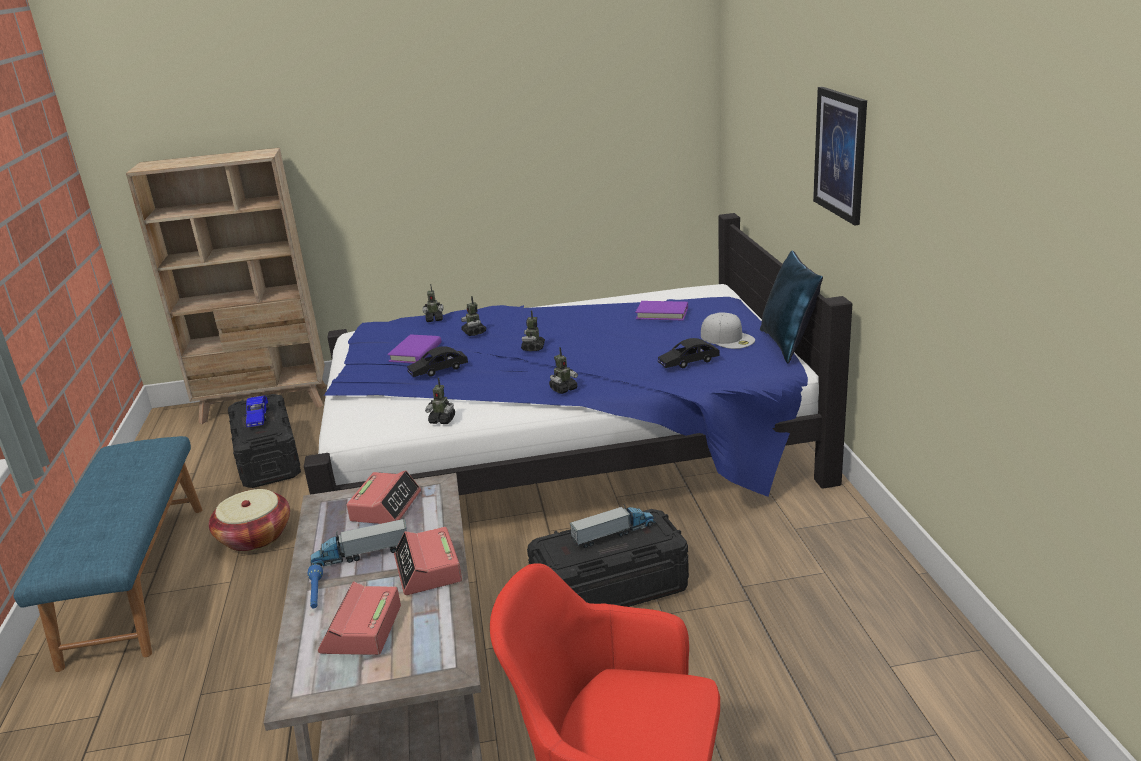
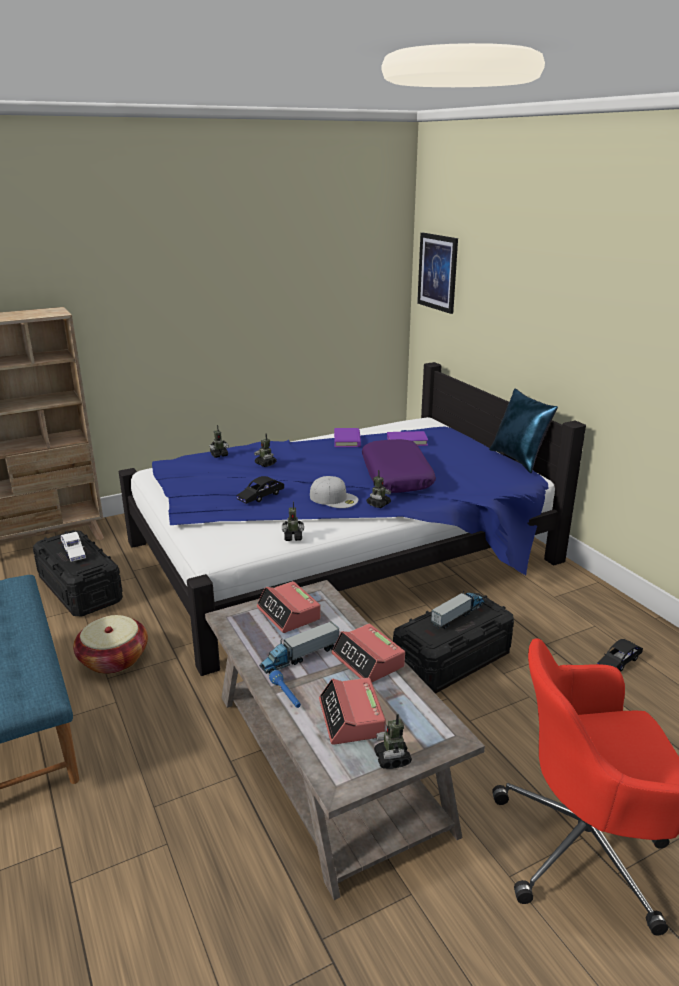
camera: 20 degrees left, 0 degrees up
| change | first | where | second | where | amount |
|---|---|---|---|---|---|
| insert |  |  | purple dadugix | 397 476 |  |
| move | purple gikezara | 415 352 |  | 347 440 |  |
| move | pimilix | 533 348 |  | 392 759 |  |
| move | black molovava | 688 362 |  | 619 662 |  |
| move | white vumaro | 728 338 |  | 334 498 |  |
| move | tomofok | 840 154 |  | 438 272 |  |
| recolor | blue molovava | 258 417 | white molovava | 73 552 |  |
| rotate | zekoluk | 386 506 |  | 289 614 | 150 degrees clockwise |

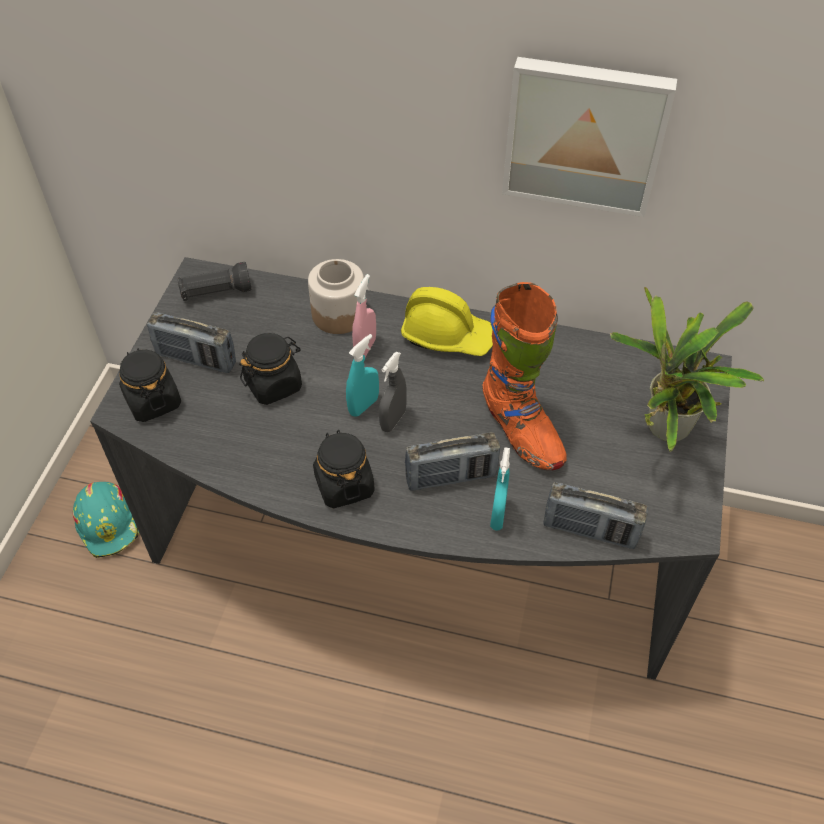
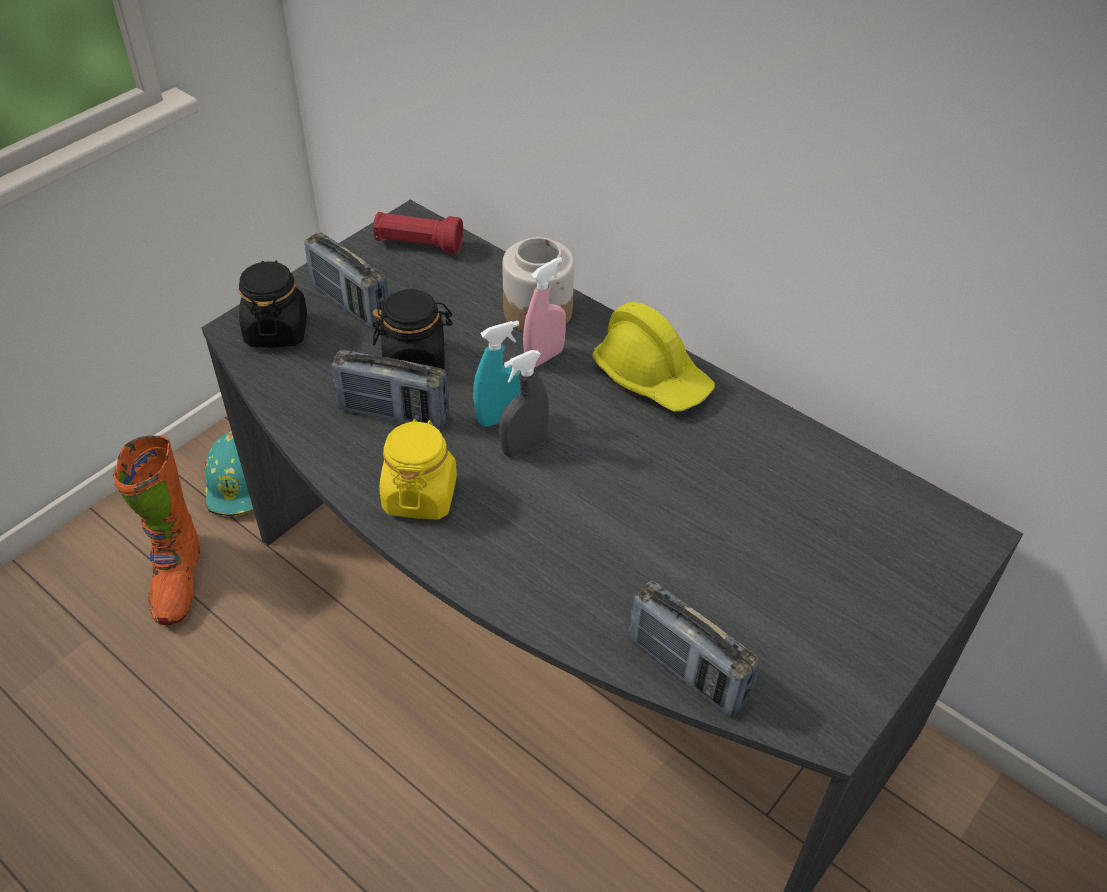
camera: 25 degrees right, 5 degrees down
| change | first | where | second | where | amount |
|---|---|---|---|---|---|
| delete | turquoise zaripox | 497 515 |  |  |  |
| delete | tomofok | 585 134 |  |  |  |
| delete | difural | 663 432 |  |  |  |
| move | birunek | 451 477 |  | 393 413 |  |
| move | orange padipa | 521 431 |  | 177 580 |  |
| recolor | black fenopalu | 216 292 | red fenopalu | 418 245 |  |
| recolor | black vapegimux | 344 485 | yellow vapegimux | 420 495 |  |

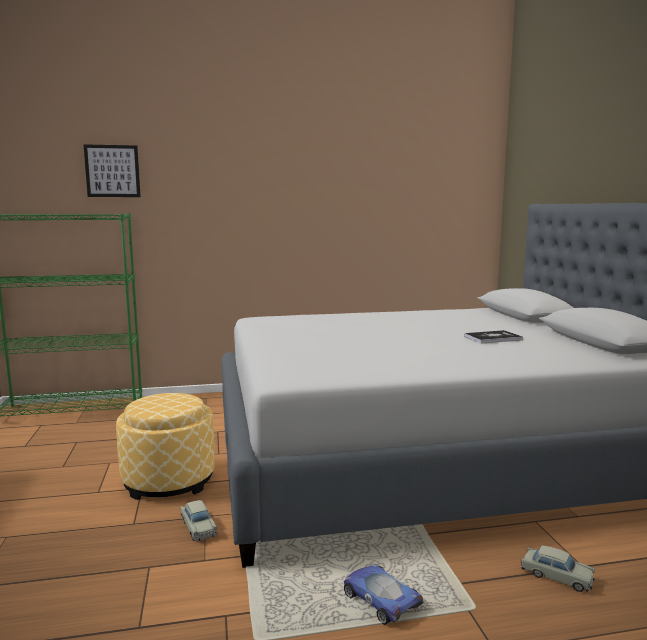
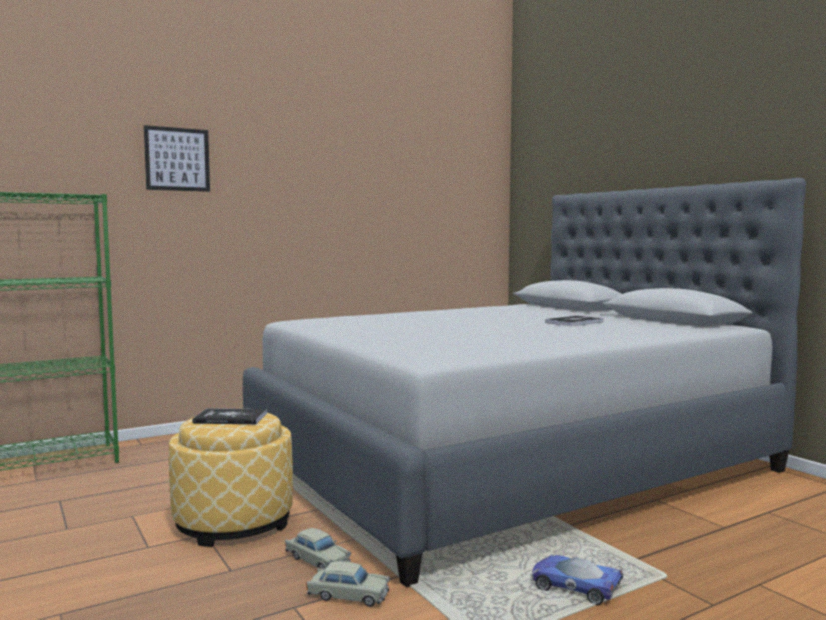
camera: 20 degrees left, 5 degrees down
| change | first | where | second | where | amount |
|---|---|---|---|---|---|
| insert |  |  | gikezara | 230 418 |  |
| move | tomofok | 112 171 |  | 177 159 |  |
| move | beige molovava | 556 576 |  | 348 595 |  |

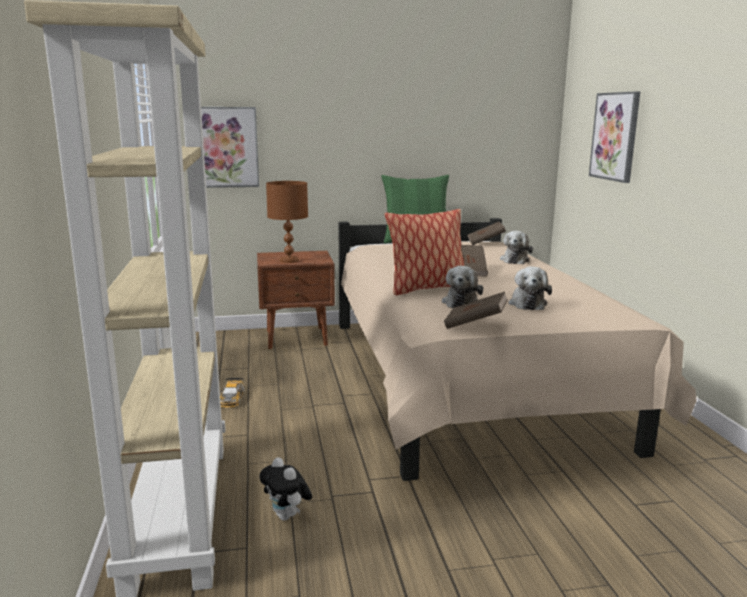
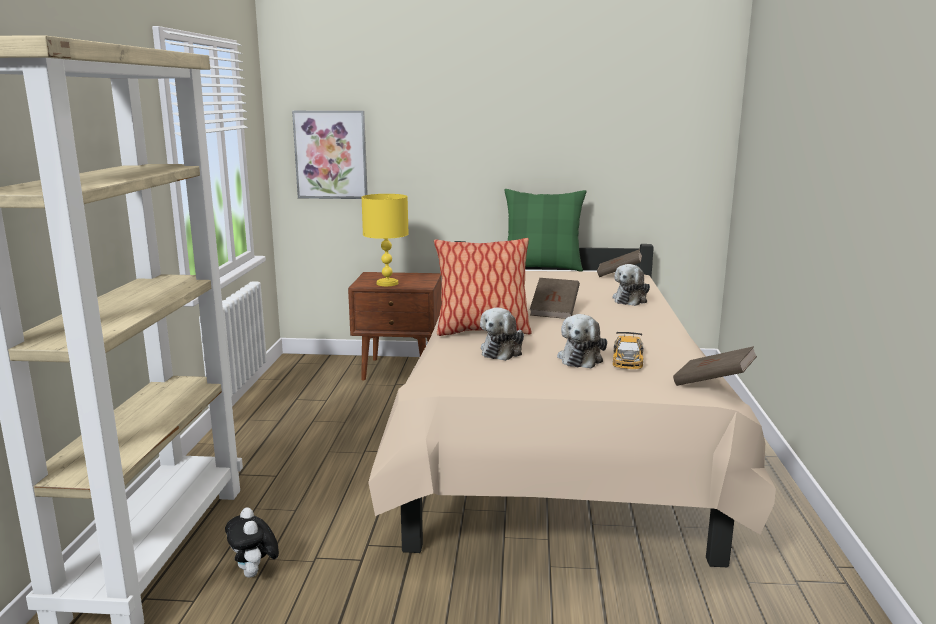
camera: 15 degrees right, 0 degrees up
| change | first | where | second | where | amount |
|---|---|---|---|---|---|
| delete | tomofok | 615 136 |  |  |  |
| move | molovava | 231 398 |  | 627 358 |  |
| move | brown gikezara | 475 325 |  | 713 384 |  |
| recolor | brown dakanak | 289 261 | yellow dakanak | 387 283 |  |

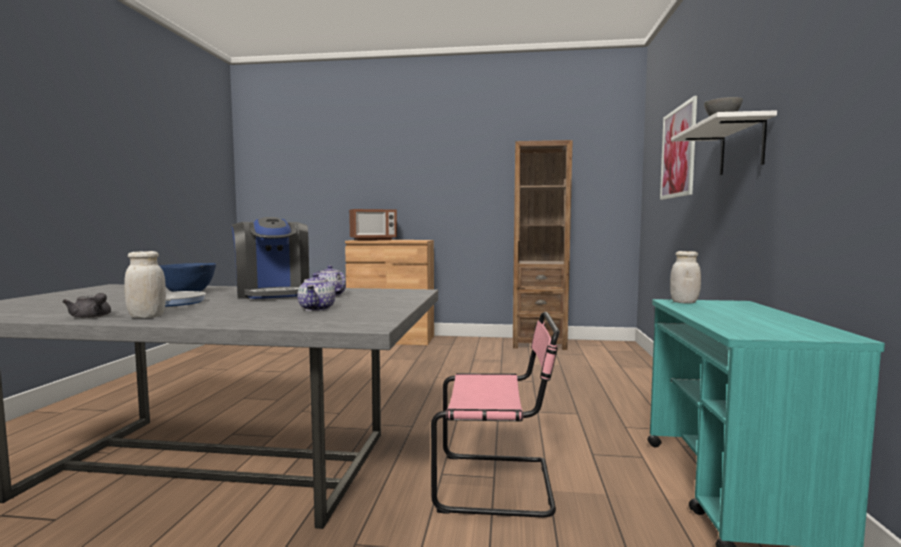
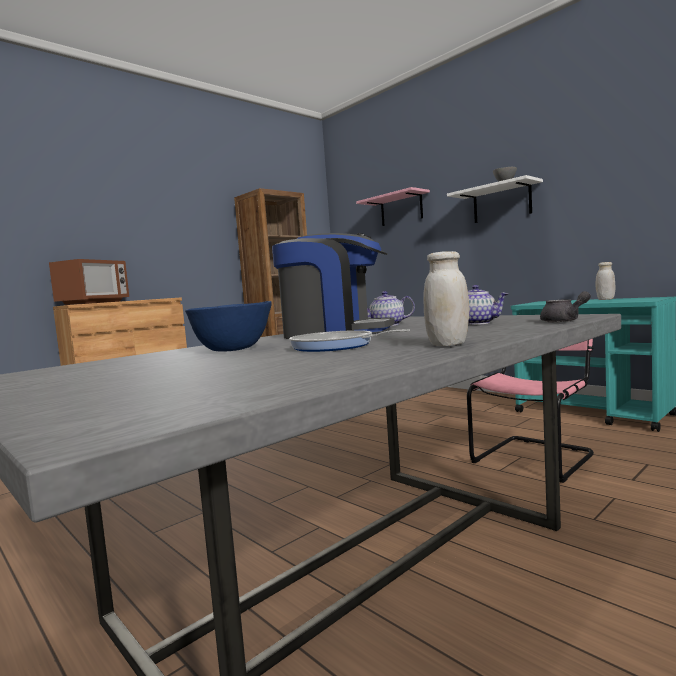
camera: 50 degrees left, 0 degrees up
| change | first | where | second | where | amount |
|---|---|---|---|---|---|
| move | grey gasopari | 92 317 |  | 565 321 |  |
| move | white vapegimux | 684 302 |  | 605 299 |  |
| replace | tomofok | 678 152 | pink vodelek | 401 209 |  |

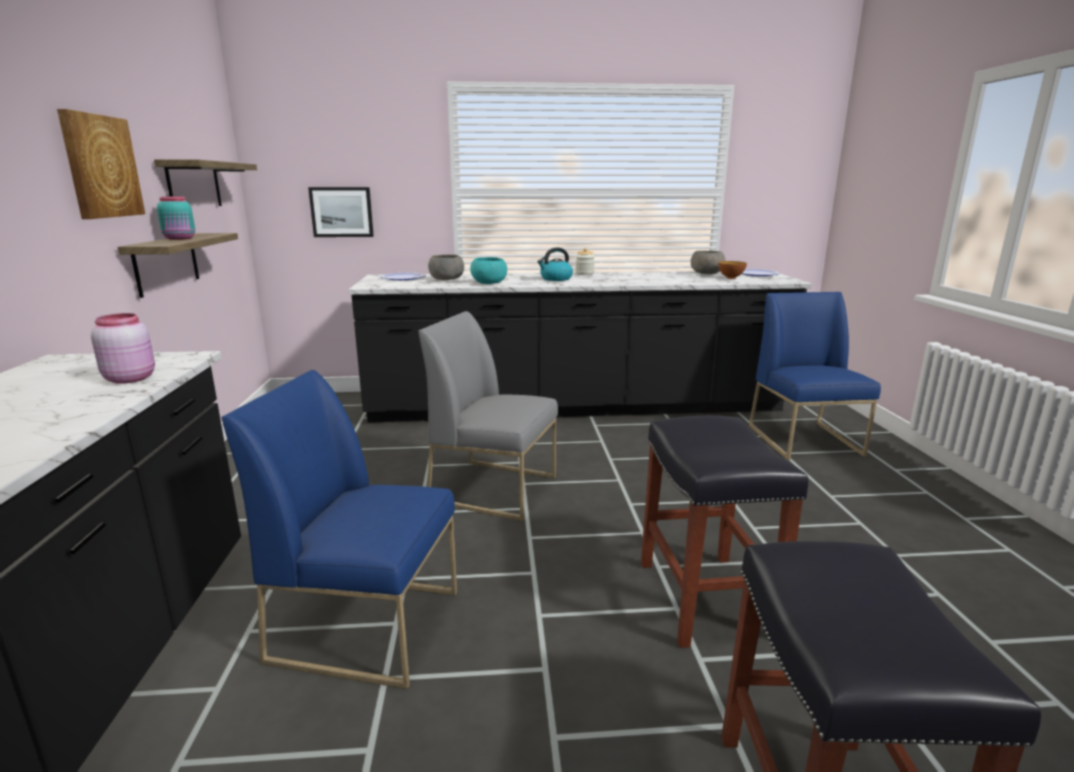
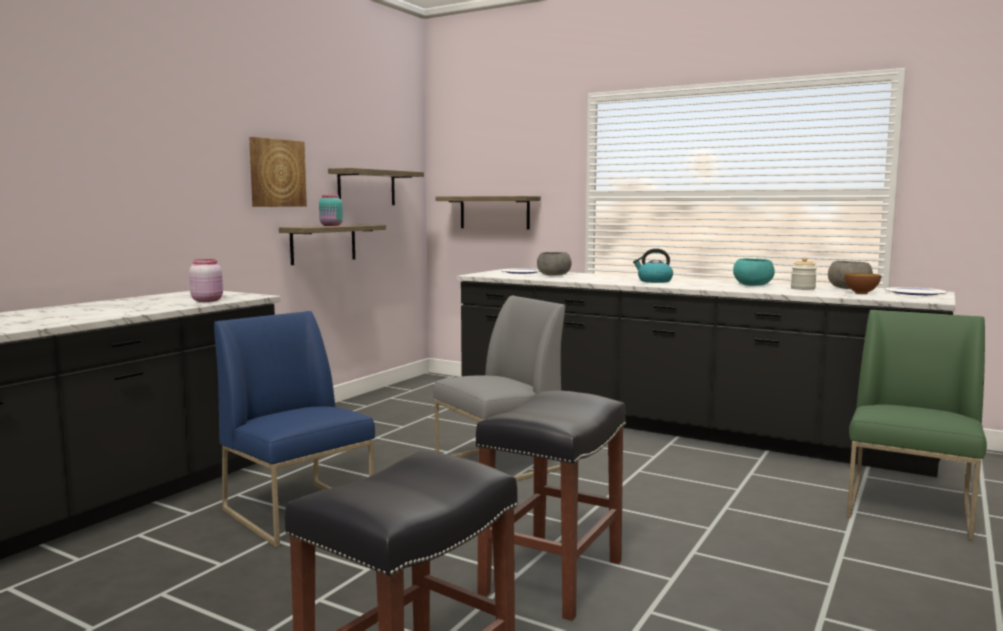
camera: 35 degrees right, 10 degrees down
| change | first | where | second | where | amount |
|---|---|---|---|---|---|
| move | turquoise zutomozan | 489 283 |  | 753 285 |  |
| move | vapegimux | 584 274 |  | 803 288 |  |
| replace | tomofok | 342 212 | vodelek | 494 212 |  |
| recolor | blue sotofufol | 805 440 | green sotofufol | 910 508 |  |
| rotate | grey sotofufol | 495 488 |  | 499 465 | 90 degrees clockwise |

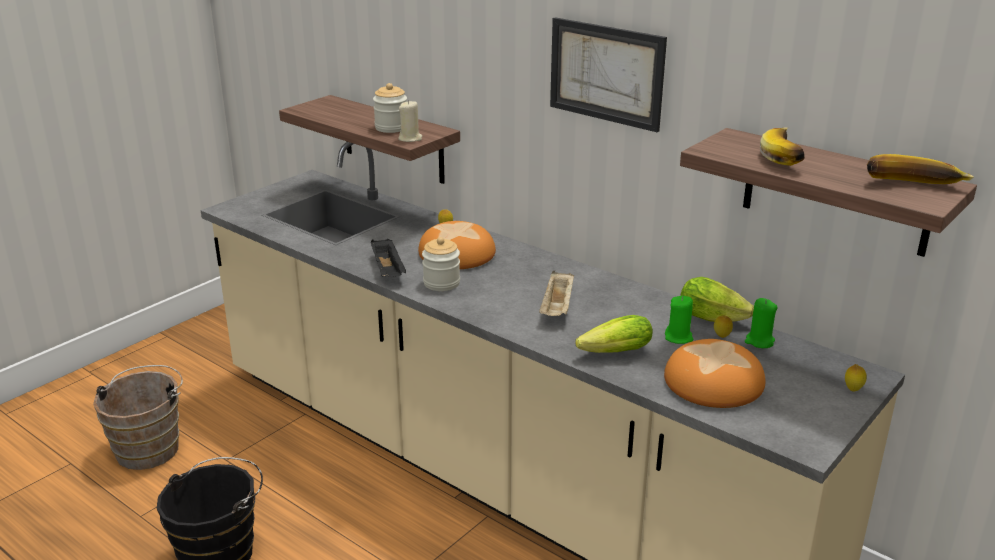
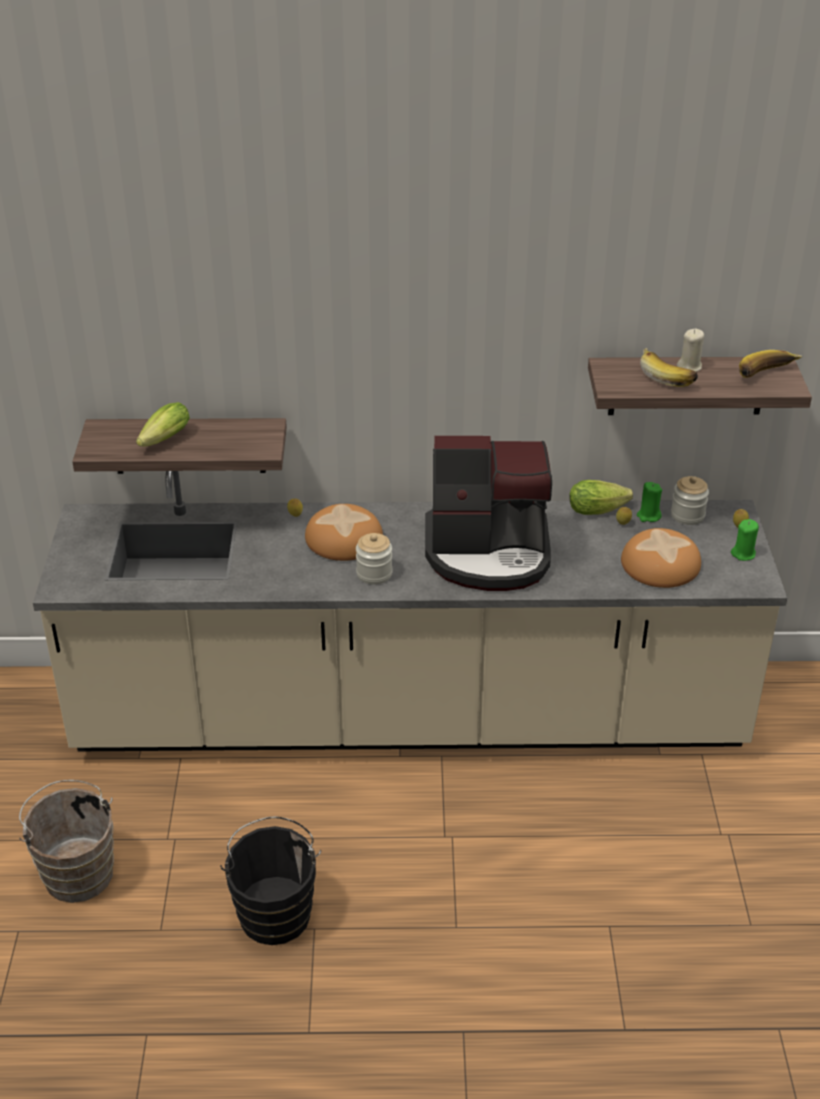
camera: 40 degrees left, 10 degrees up
| change | first | where | second | where | amount |
|---|---|---|---|---|---|
| delete | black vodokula | 388 271 |  |  |  |
| delete | tomofok | 606 73 |  |  |  |
| move | vapegimux | 391 128 |  | 687 515 |  |
| move | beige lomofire | 410 139 |  | 689 366 |  |
| move | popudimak | 612 353 |  | 162 441 |  |
| move | green lomofire | 678 337 |  | 743 554 |  |
| replace | beige vodokula | 557 308 | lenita | 488 553 |  |

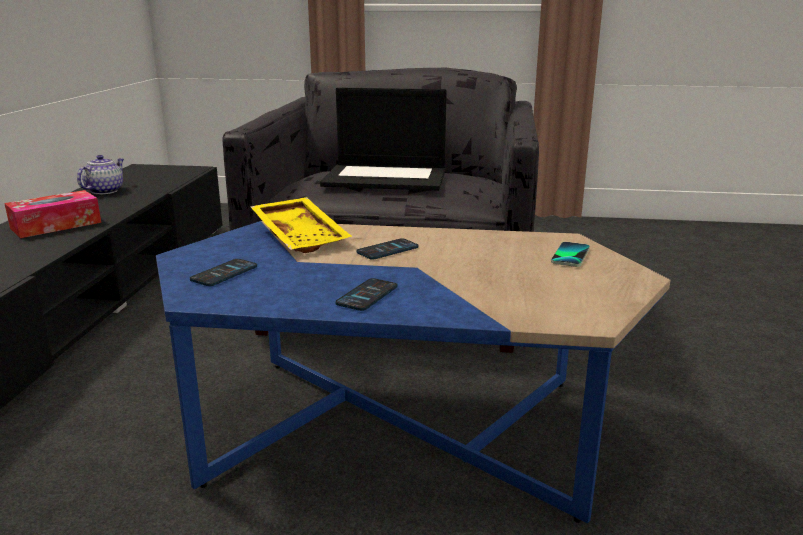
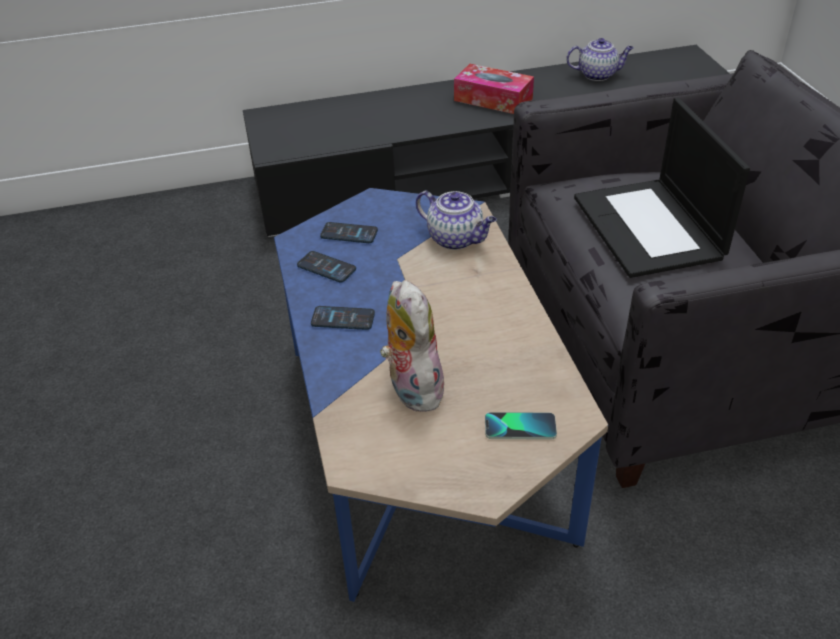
camera: 70 degrees right, 20 degrees up
| change | first | where | second | where | amount |
|---|---|---|---|---|---|
| insert |  |  | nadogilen | 411 388 |  |
| move | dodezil | 387 250 |  | 326 267 |  |
| replace | yellow vodokula | 302 236 | gasopari | 456 239 |  |

